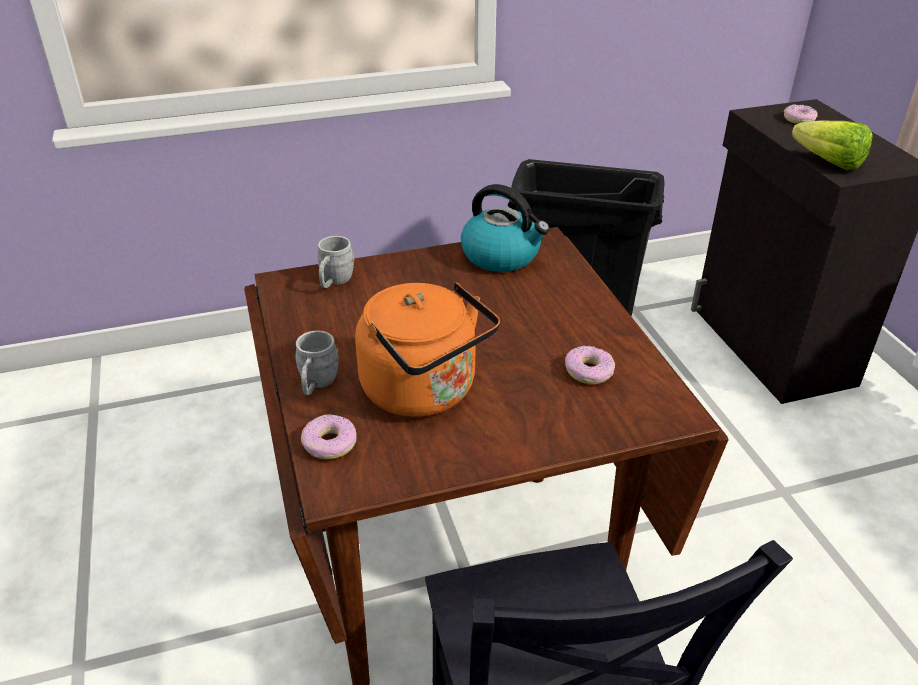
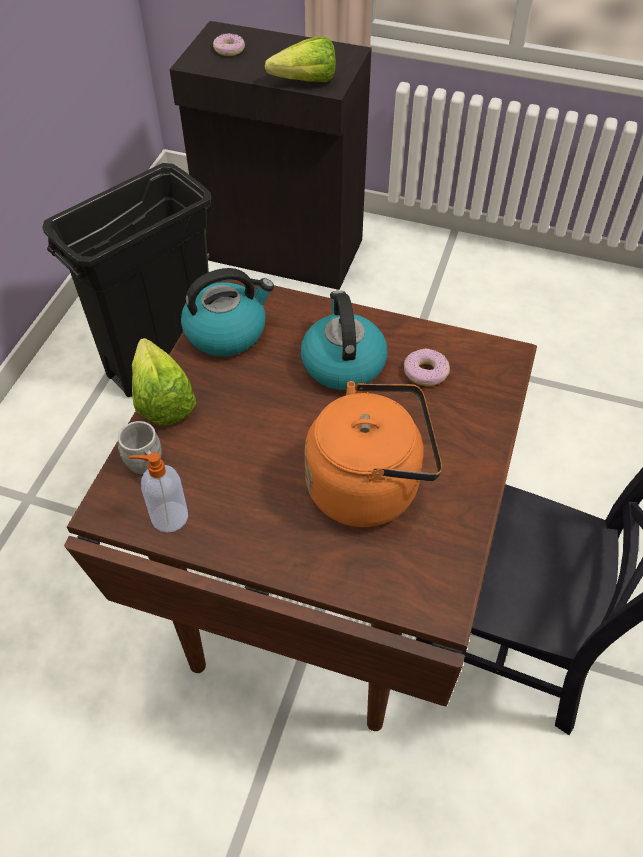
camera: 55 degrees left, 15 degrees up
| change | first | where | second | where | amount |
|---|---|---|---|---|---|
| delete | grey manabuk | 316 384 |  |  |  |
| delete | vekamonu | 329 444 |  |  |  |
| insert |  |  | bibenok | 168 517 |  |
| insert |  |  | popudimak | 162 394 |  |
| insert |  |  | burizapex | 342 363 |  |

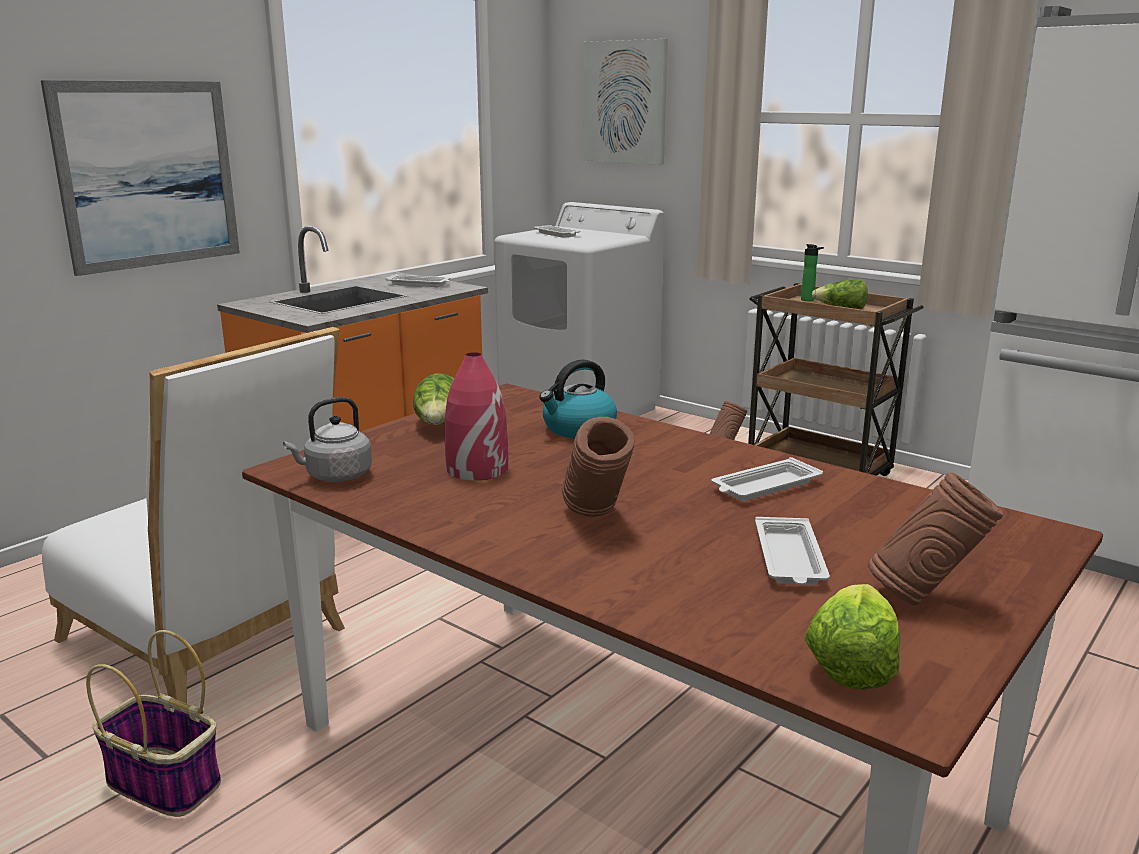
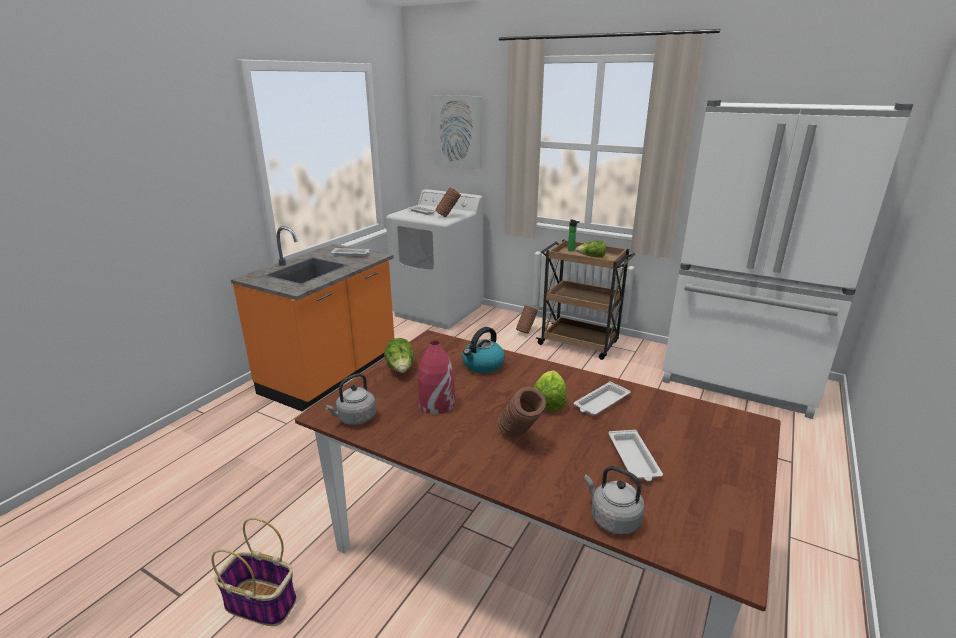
camera: 10 degrees left, 5 degrees up
| change | first | where | second | where | amount |
|---|---|---|---|---|---|
| delete | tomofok | 148 175 |  |  |  |
| delete | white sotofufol | 212 640 |  |  |  |
| insert |  |  | grey burizapex | 612 519 |  |
| move | popudimak | 851 664 |  | 548 401 |  |
| move | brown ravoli | 925 599 |  | 448 216 |  |

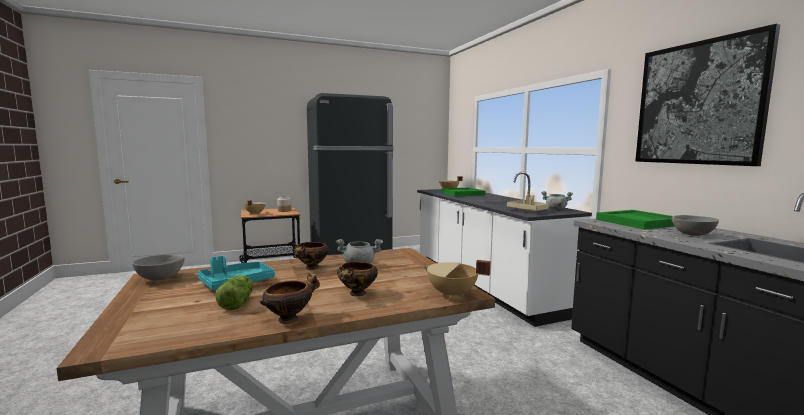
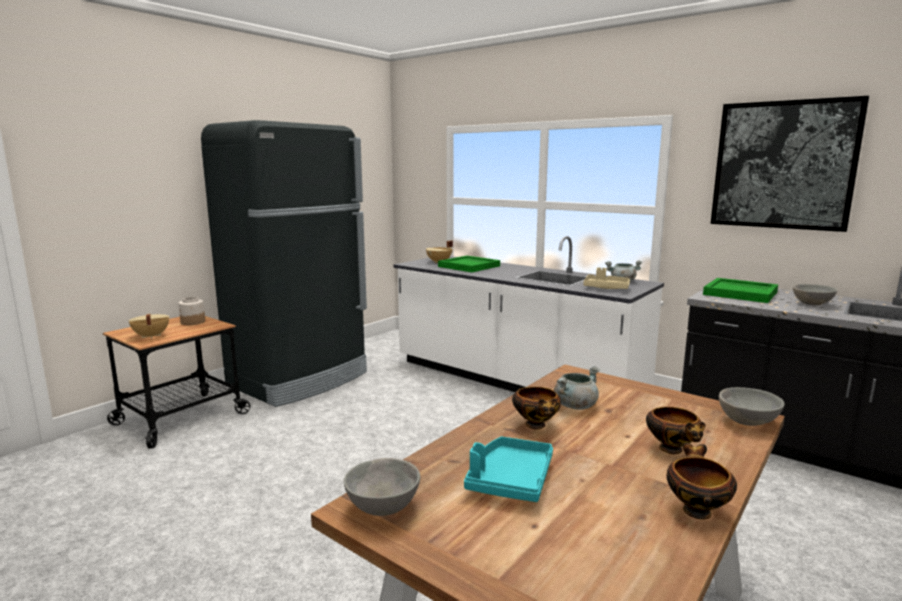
camera: 30 degrees left, 5 degrees up
| change | first | where | second | where | amount |
|---|---|---|---|---|---|
| delete | popudimak | 238 302 |  |  |  |
| replace | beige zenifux | 452 295 | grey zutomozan | 748 423 |  |

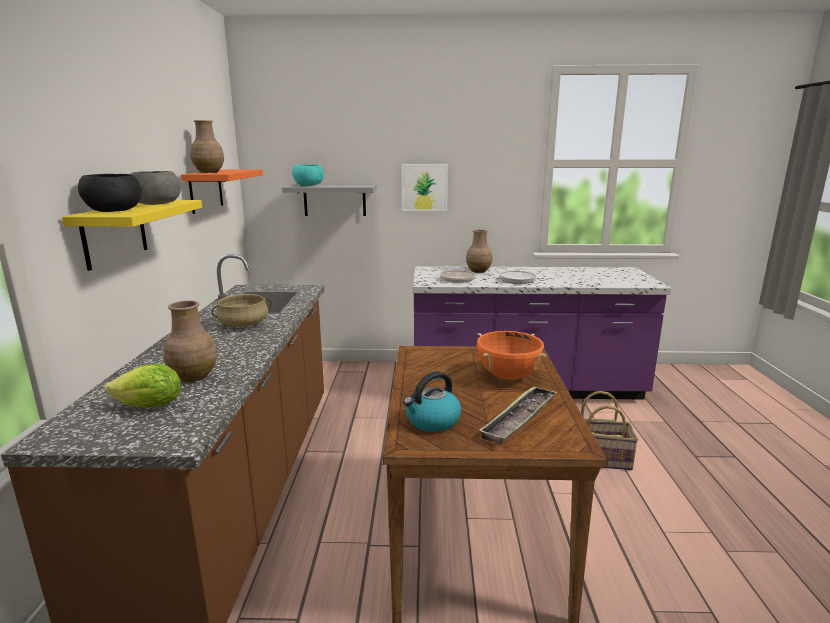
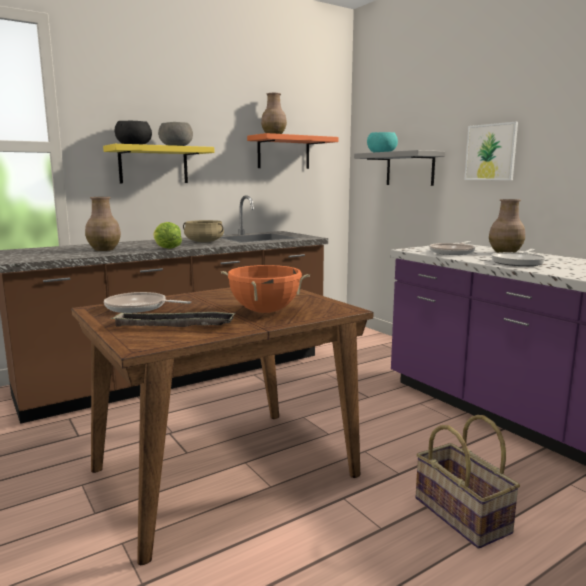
camera: 55 degrees right, 5 degrees down
| change | first | where | second | where | amount |
|---|---|---|---|---|---|
| move | popudimak | 150 406 |  | 167 248 |  |
| replace | burizapex | 432 421 | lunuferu | 139 308 |  |

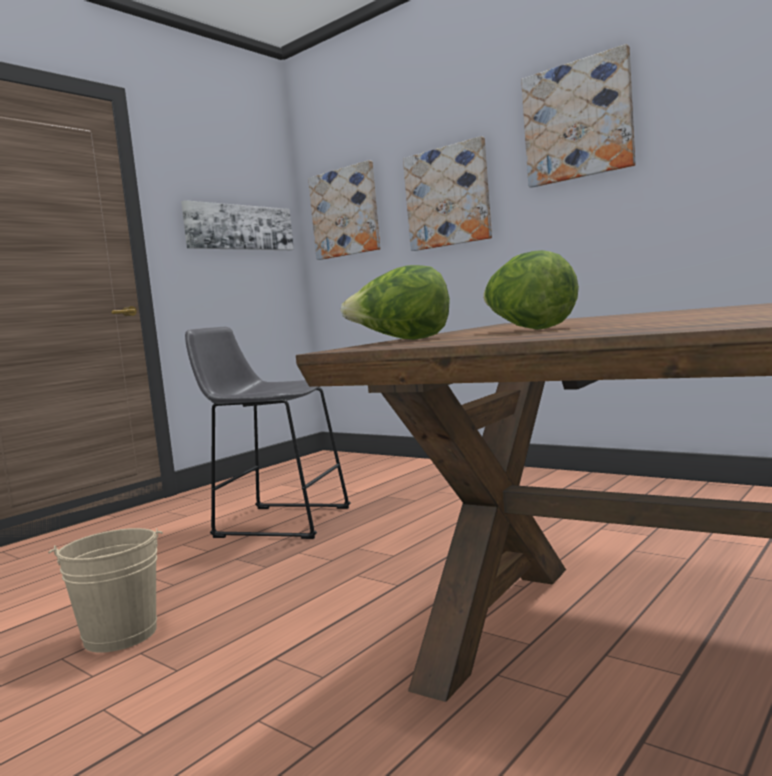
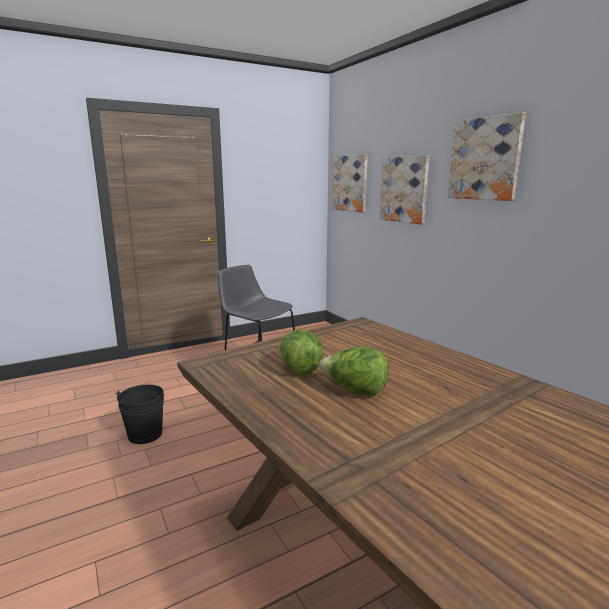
camera: 20 degrees right, 10 degrees up
| change | first | where | second | where | amount |
|---|---|---|---|---|---|
| delete | tomofok | 239 227 |  |  |  |
| move | popudimak | 402 340 |  | 354 391 |  |
| recolor | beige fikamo | 120 635 | black fikamo | 145 434 |  |

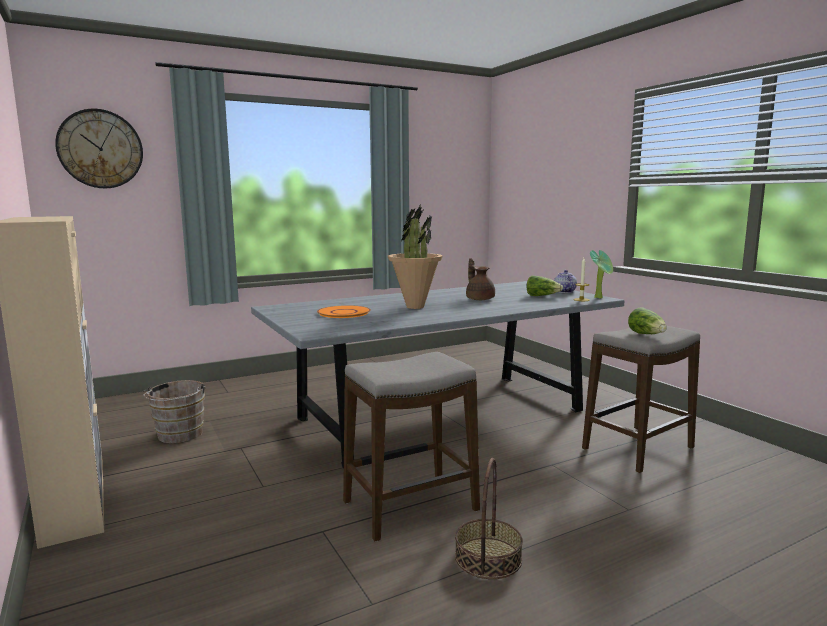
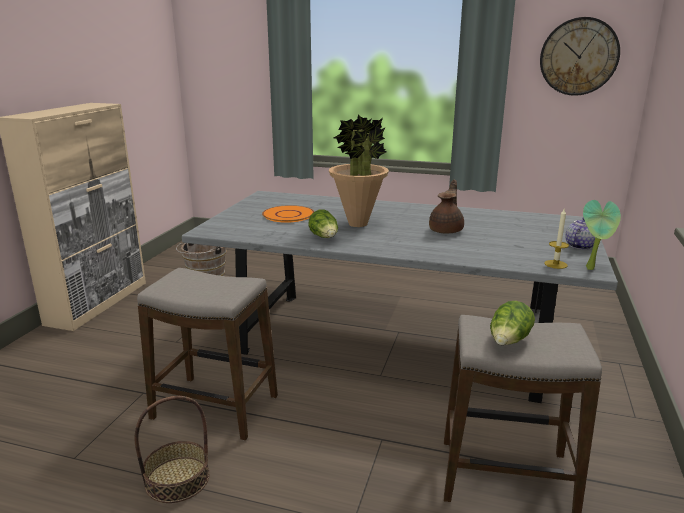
camera: 45 degrees right, 10 degrees up
| change | first | where | second | where | amount |
|---|---|---|---|---|---|
| move | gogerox | 100 149 |  | 578 56 |  |
| move | popudimak | 542 296 |  | 325 237 |  |

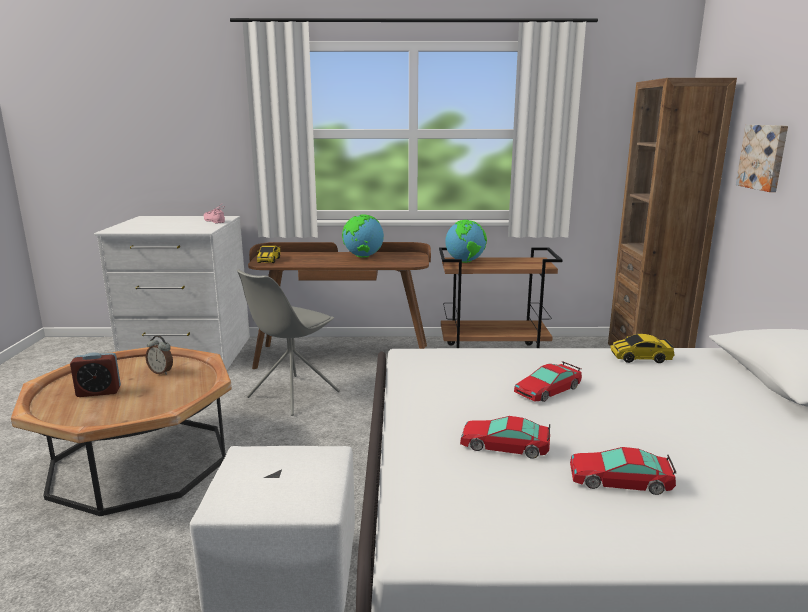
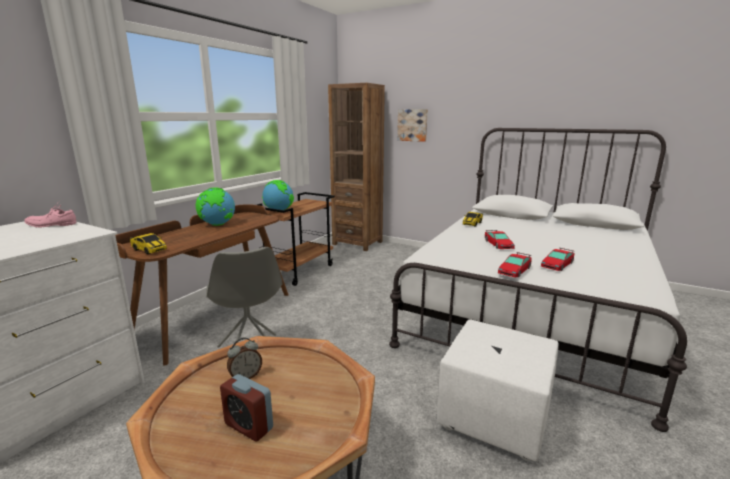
camera: 60 degrees left, 0 degrees up
| change | first | where | second | where | amount |
|---|---|---|---|---|---|
| move | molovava | 619 480 |  | 514 270 |  |
| rotate | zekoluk | 99 392 |  | 249 426 | 105 degrees clockwise |

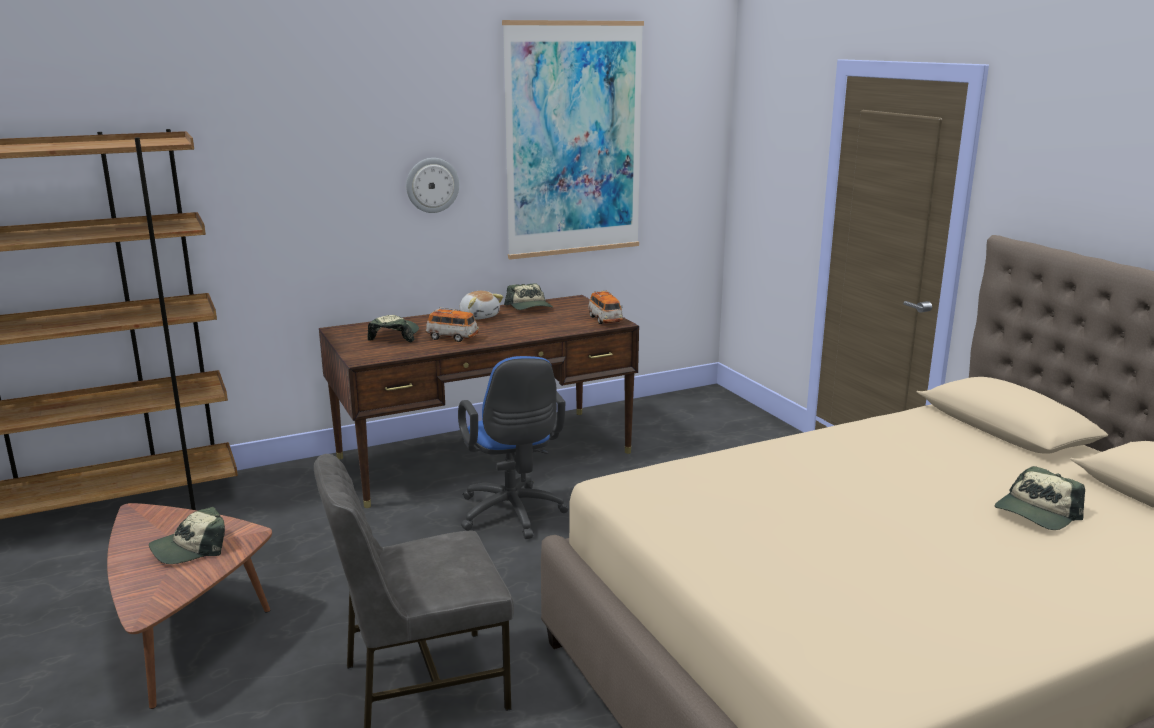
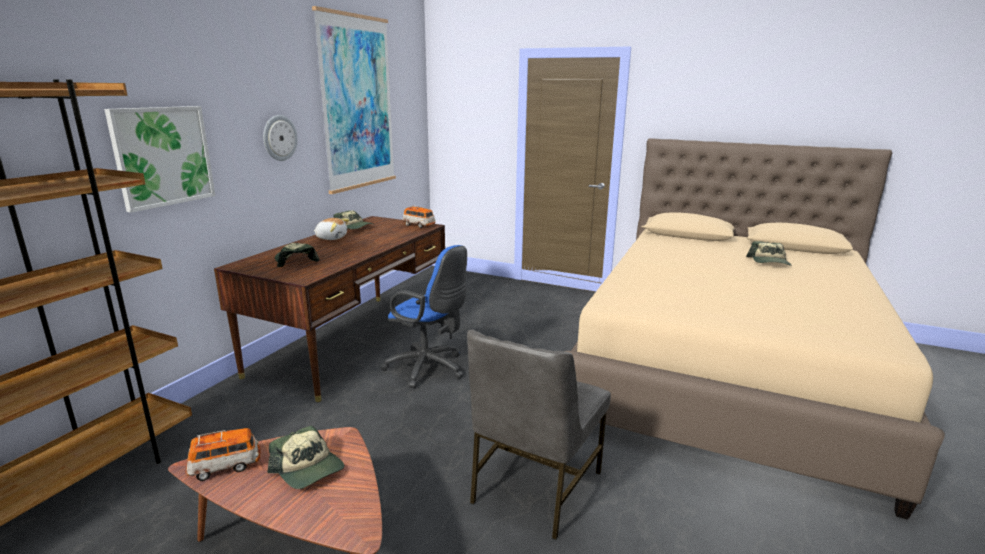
camera: 40 degrees left, 0 degrees up
| change | first | where | second | where | amount |
|---|---|---|---|---|---|
| insert |  |  | tomofok | 163 156 |  |
| move | molovava | 452 338 |  | 225 466 |  |
| rotate | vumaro | 190 548 |  | 308 469 | 60 degrees counterclockwise |

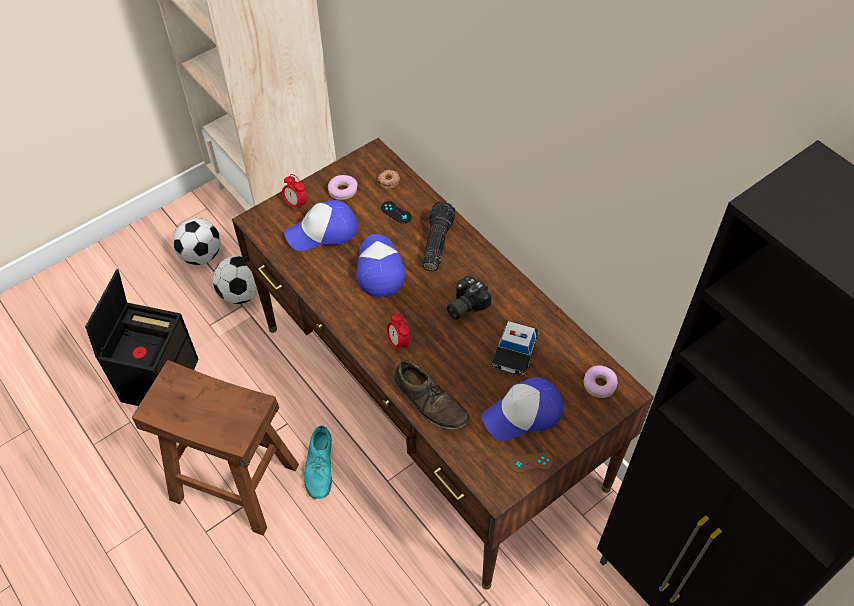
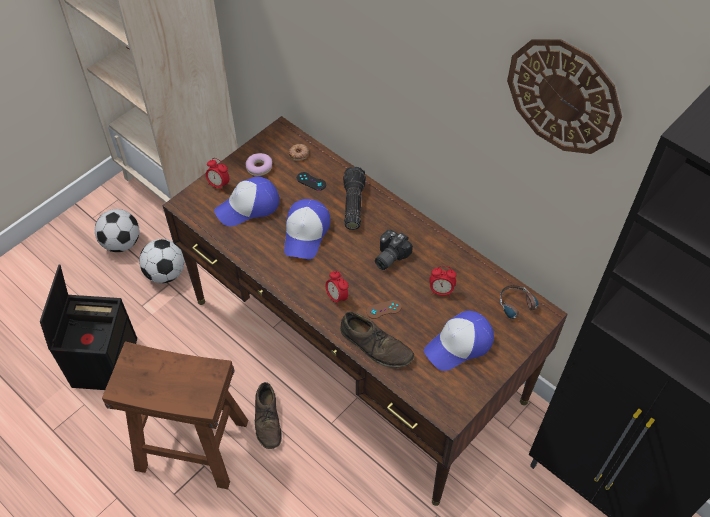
camera: 10 degrees left, 0 degrees up
| change | first | where | second | where | amount |
|---|---|---|---|---|---|
| insert |  |  | gogerox | 563 96 |  |
| move | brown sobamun | 531 463 |  | 384 309 |  |
| replace | molovava | 515 351 | zekoluk | 441 291 |  |
| replace | vekamonu | 599 384 | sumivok | 519 310 |  |
| recolor | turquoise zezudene | 320 466 | brown zezudene | 268 419 |  |
| rotate | vumaro | 379 269 |  | 306 233 | 150 degrees counterclockwise |

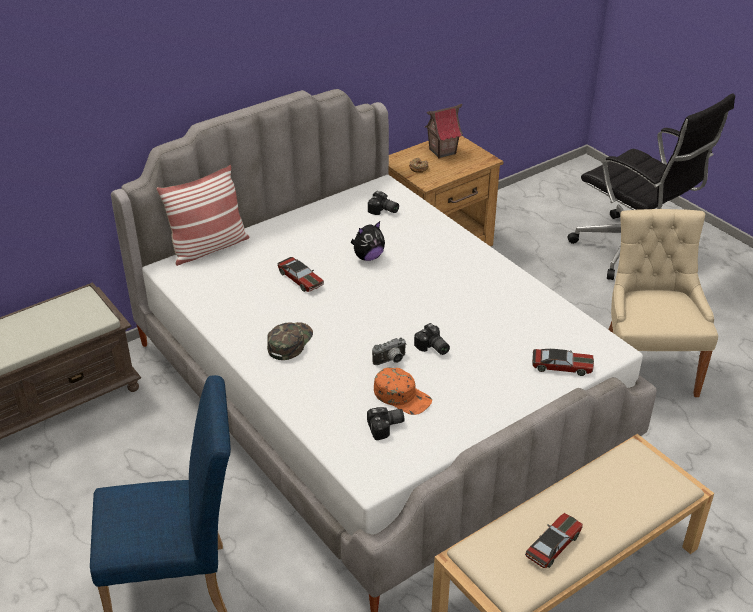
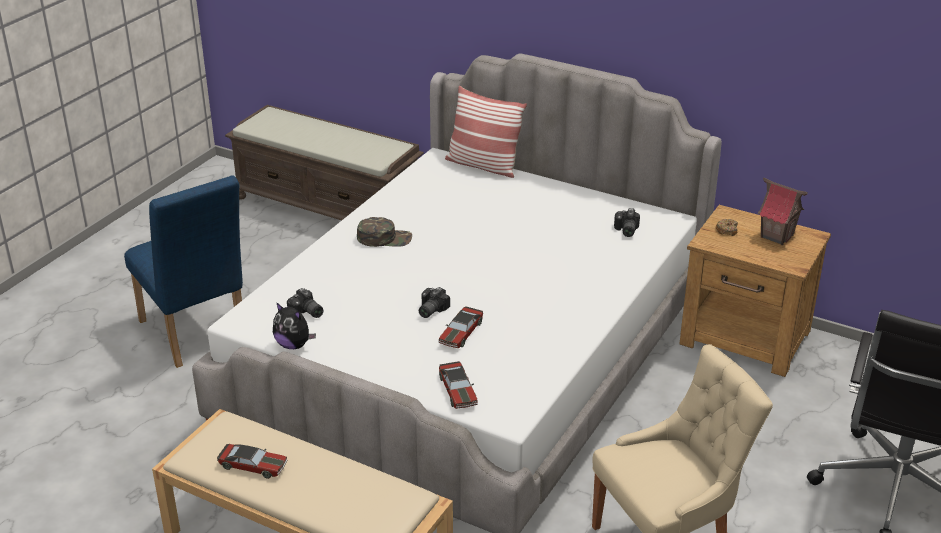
camera: 65 degrees right, 5 degrees down
| change | first | where | second | where | amount |
|---|---|---|---|---|---|
| delete | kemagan | 391 361 |  |  |  |
| delete | orange vumaro | 402 396 |  |  |  |
| move | molovava | 300 279 |  | 461 333 |  |
| move | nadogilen | 368 257 |  | 294 345 |  |

